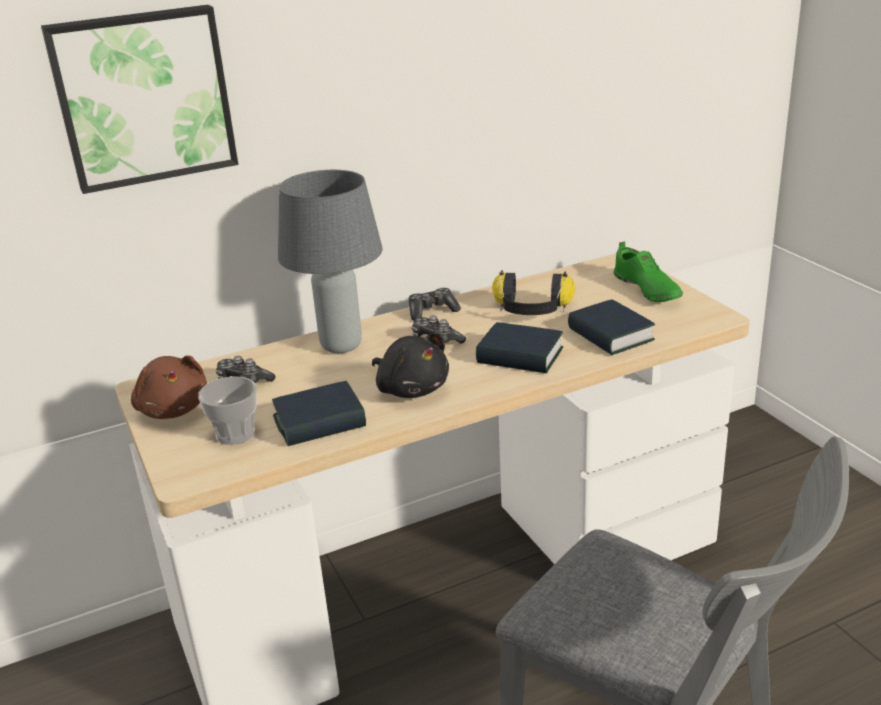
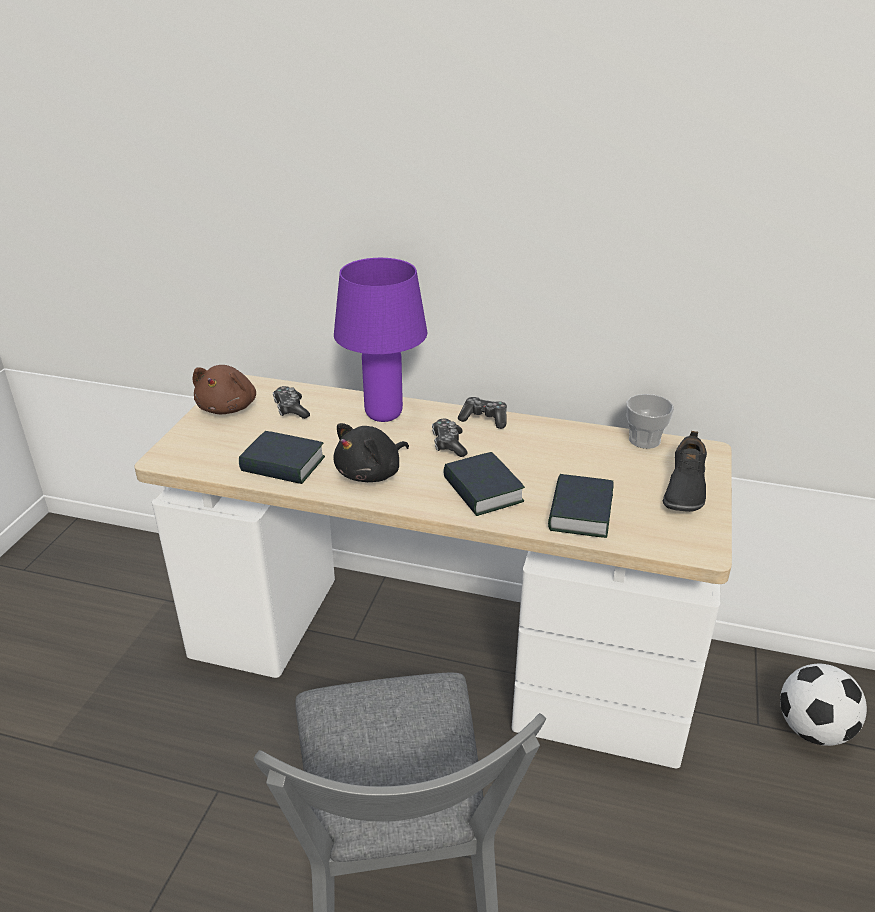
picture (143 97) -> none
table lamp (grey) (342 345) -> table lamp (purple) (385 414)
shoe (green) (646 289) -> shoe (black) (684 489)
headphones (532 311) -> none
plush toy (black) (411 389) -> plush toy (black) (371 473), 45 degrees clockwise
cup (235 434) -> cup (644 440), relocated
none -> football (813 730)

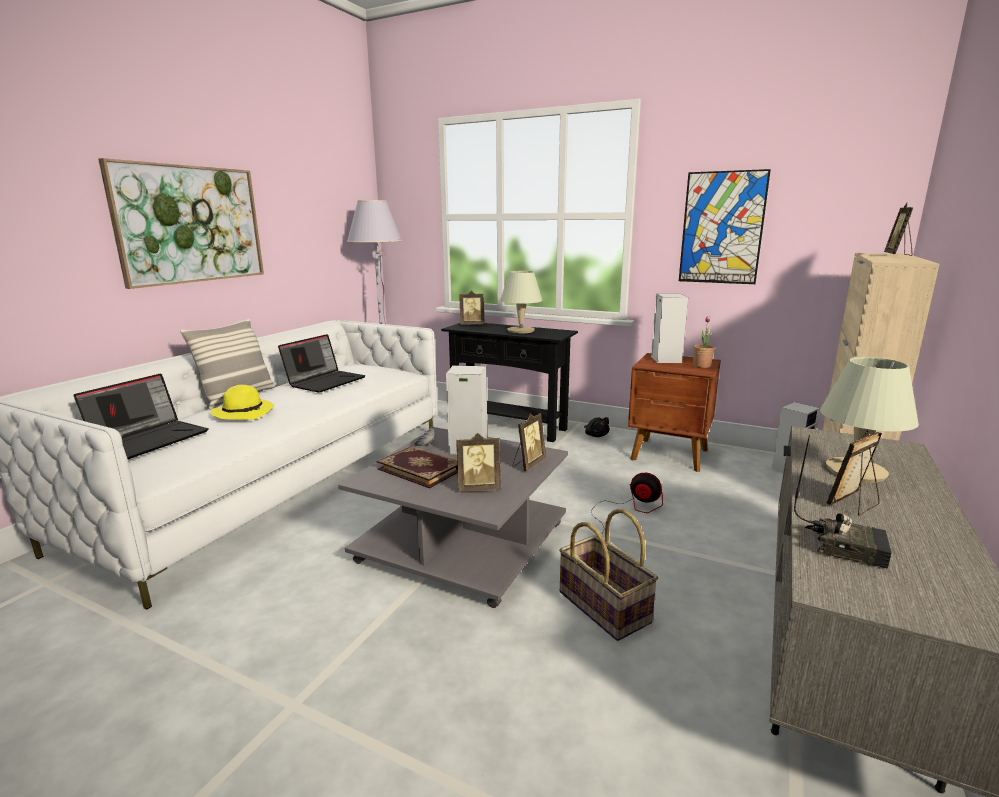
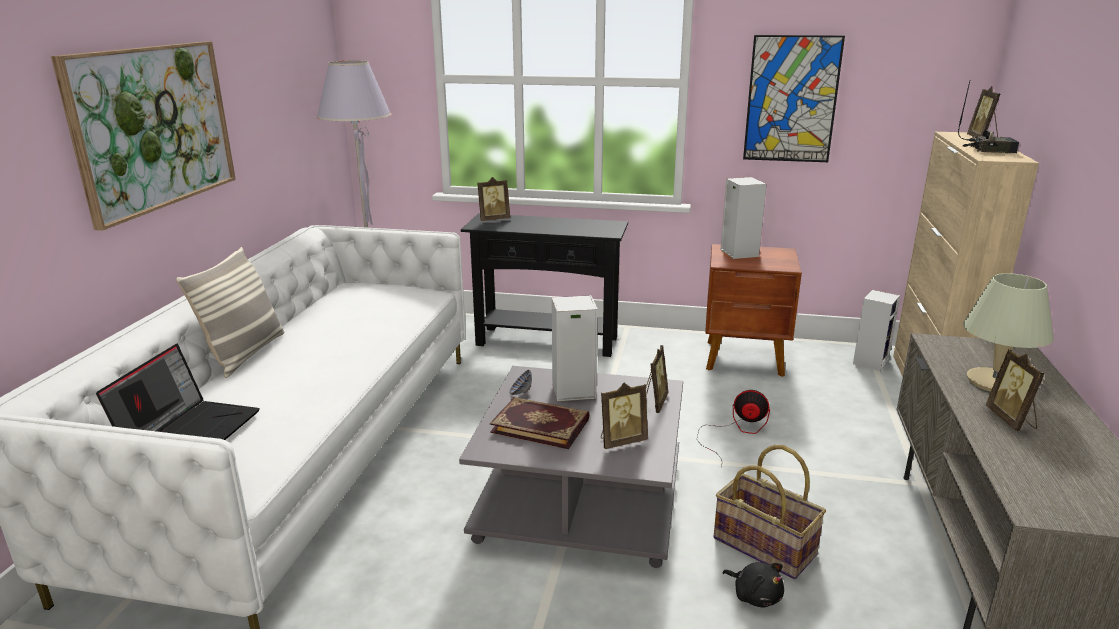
table lamp (beige) (520 330) -> none
potted plant (702 366) -> none
laptop (325 381) -> none
hat (yellow) (244 413) -> none
plush toy (black) (596 435) -> plush toy (black) (755 595), relocated
picture frame (854 505) -> picture frame (1011 420), 45 degrees counterclockwise
radio (846 547) -> radio (989 150), relocated

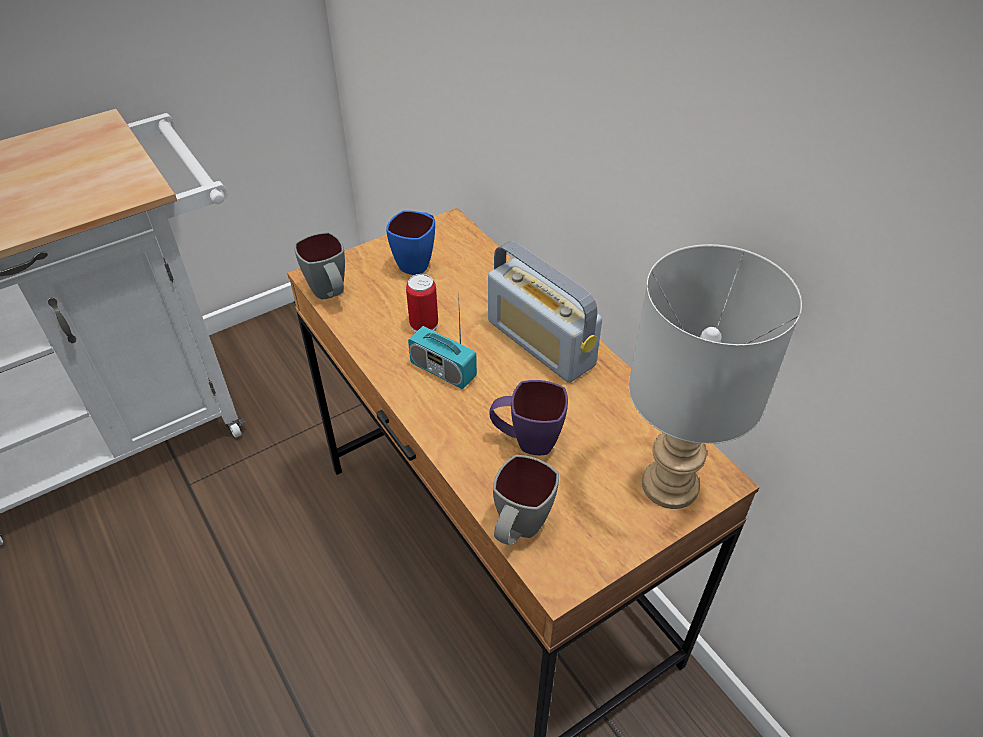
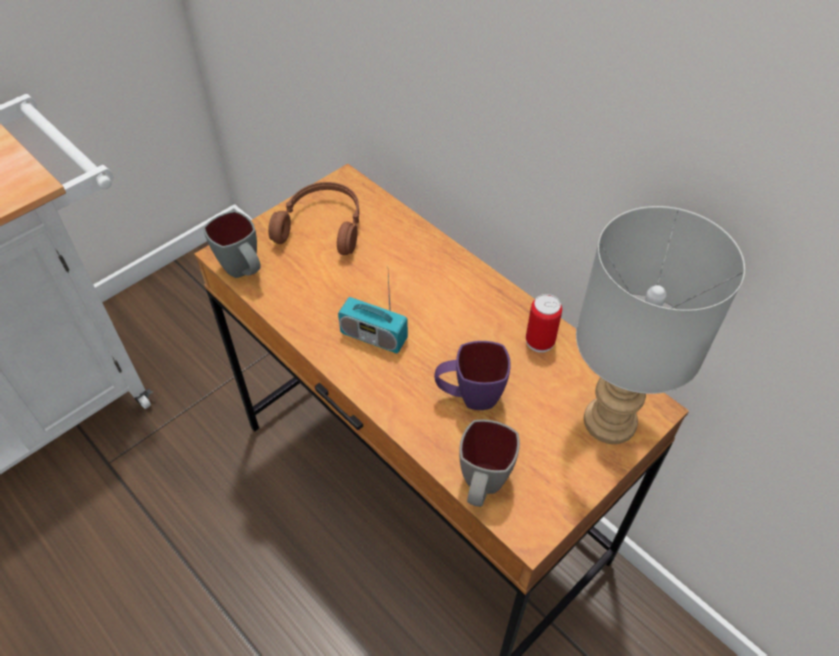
mug (blue) (418 262) -> headphones (brown) (323 226)
radio (540 343) -> none
can (424 325) -> can (540 341), relocated

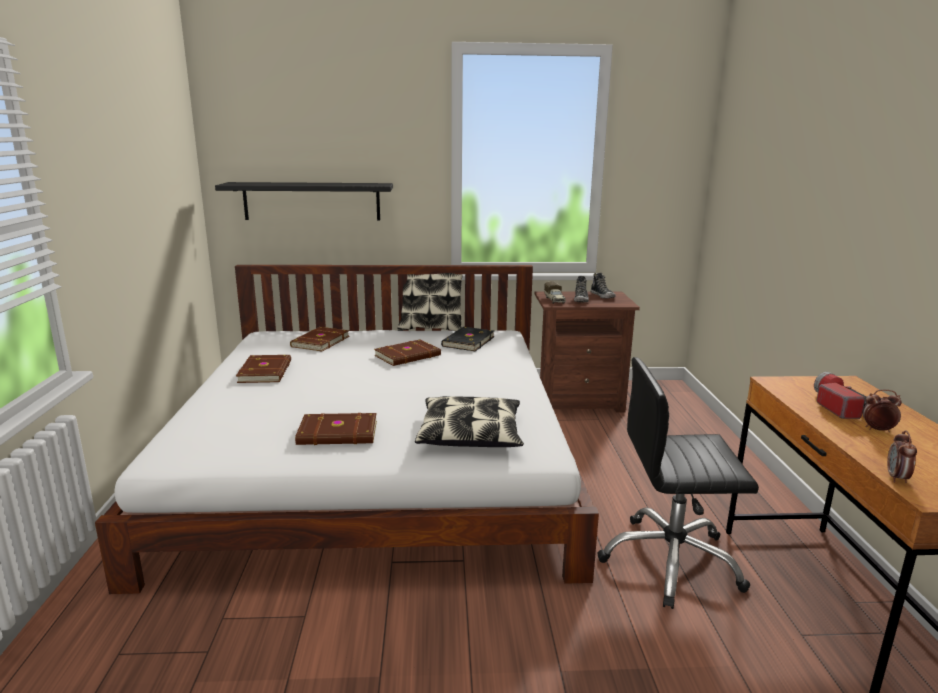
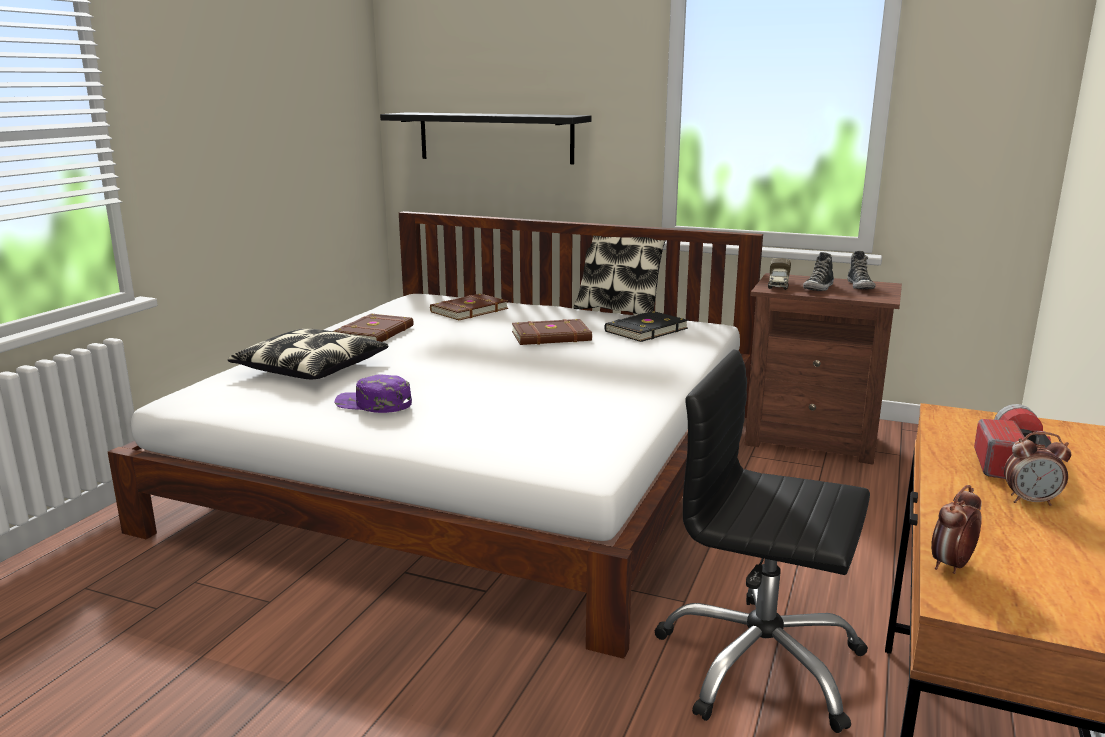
alarm clock (877 430) -> alarm clock (1030 501), 150 degrees clockwise
pillow (470 434) -> pillow (312 369), relocated
book (brown) (338 434) -> cap (purple) (373 404)

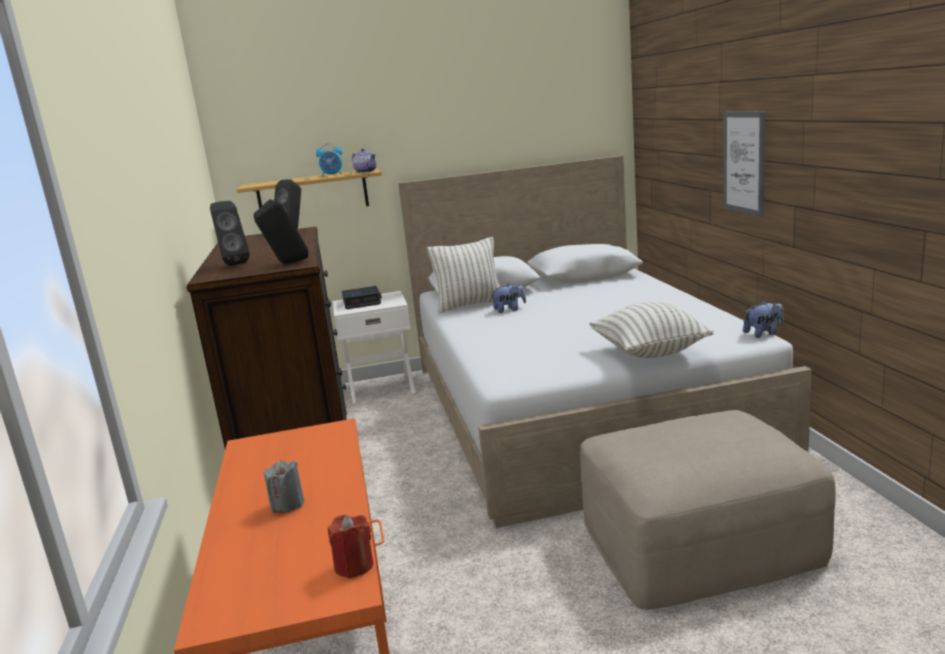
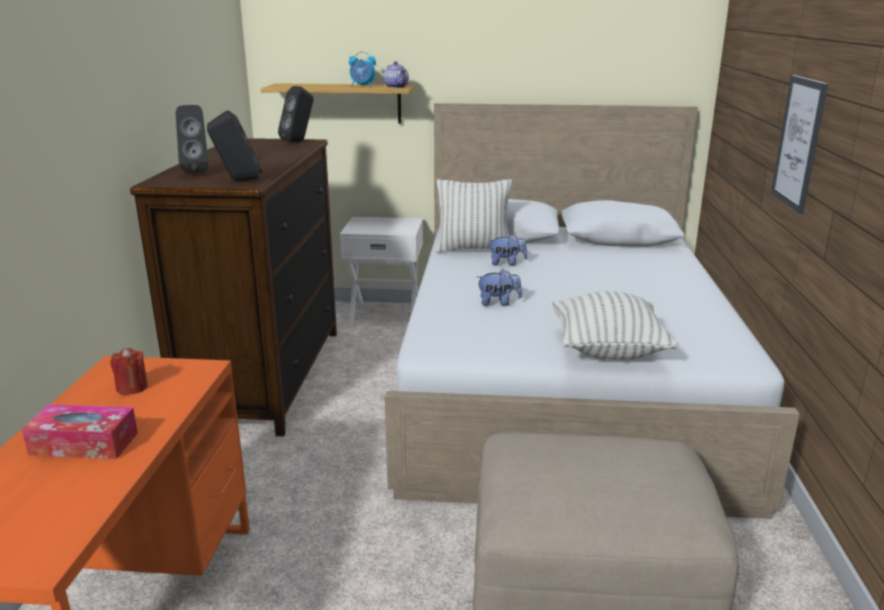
alarm clock (362 302) -> none
plush toy (763 333) -> plush toy (498 303), relocated
candle (grey) (287 505) -> tissue box (84 444)
candle (red) (354 566) -> candle (red) (132 387), relocated

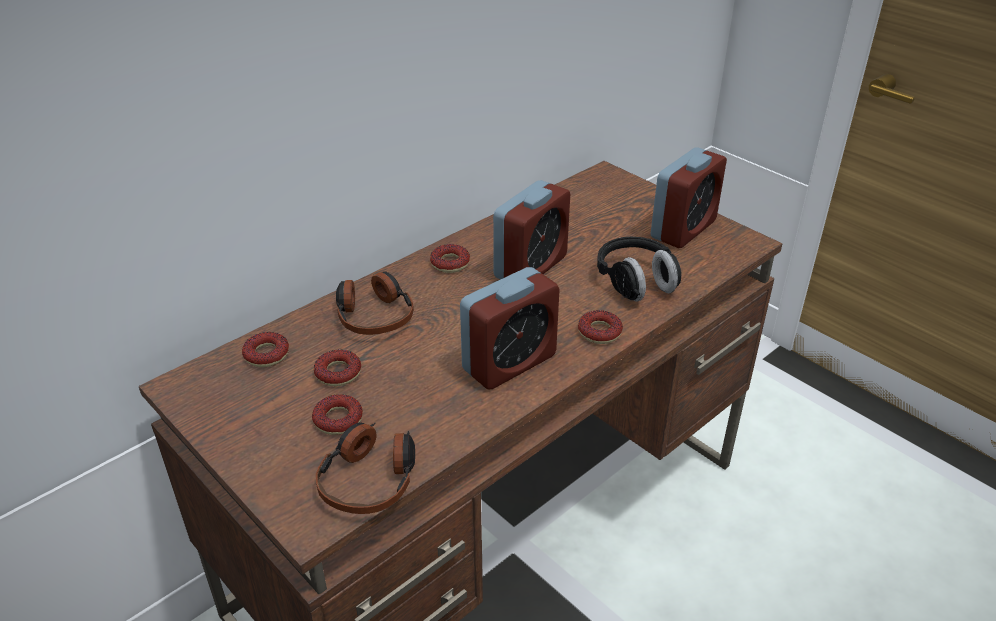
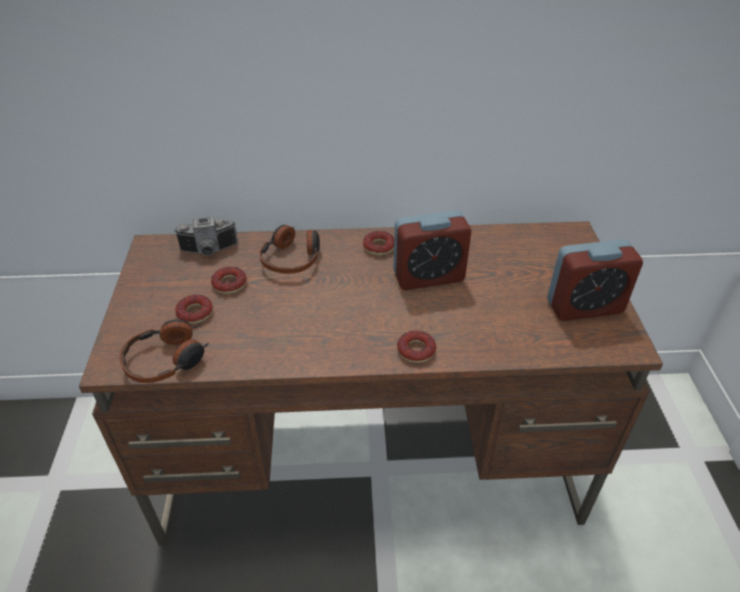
headphones (black) (636 282) -> none
alarm clock (509 363) -> none
donut (267 355) -> photo camera (209 251)

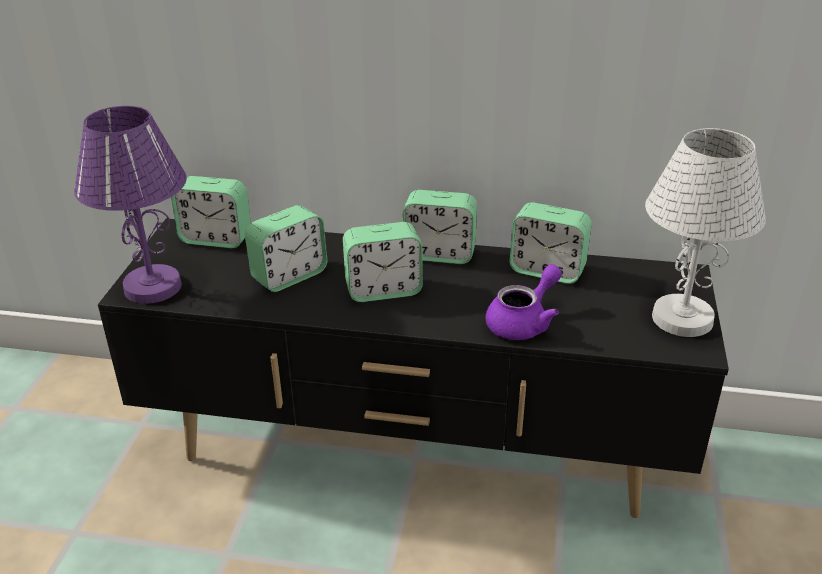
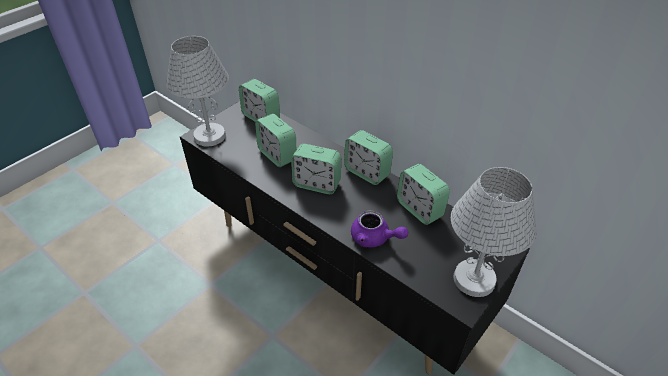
table lamp (purple) (153 287) -> table lamp (white) (210 136)
alarm clock (289 276) -> alarm clock (277 155), 60 degrees clockwise
teapot (purple) (524 322) -> teapot (purple) (374 238), 45 degrees clockwise

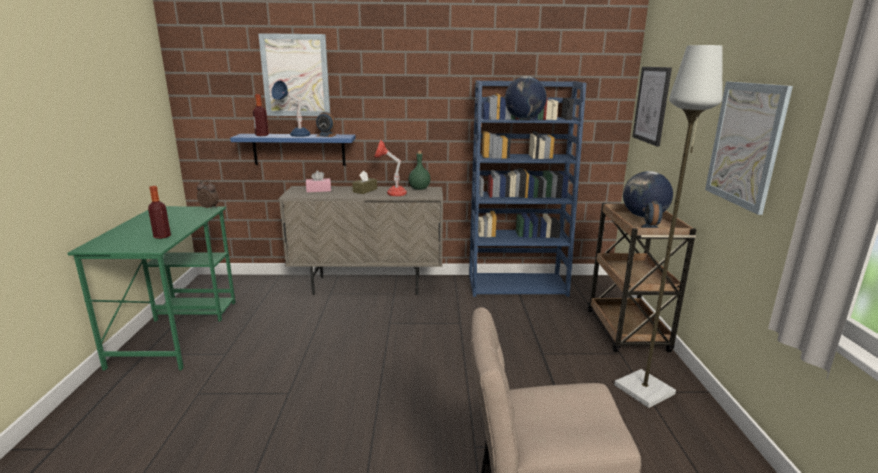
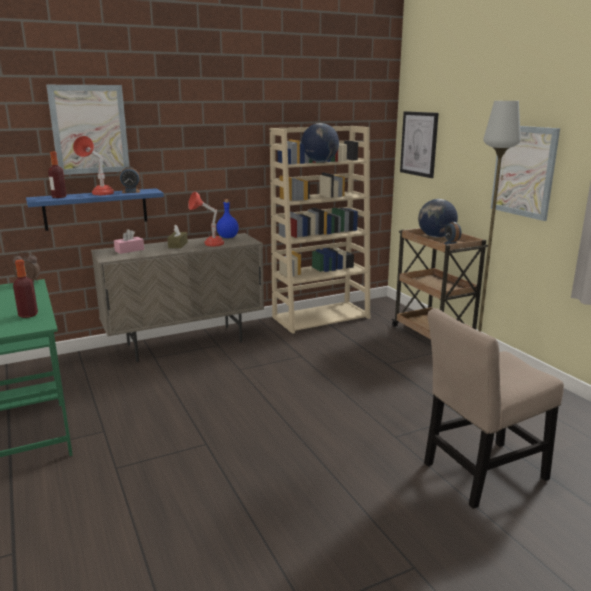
bookcase (blue) (518 285) -> bookcase (beige) (321 317)
table lamp (blue) (295 136) -> table lamp (red) (98 195)
bottle (green) (419 189) -> bottle (blue) (228 237)

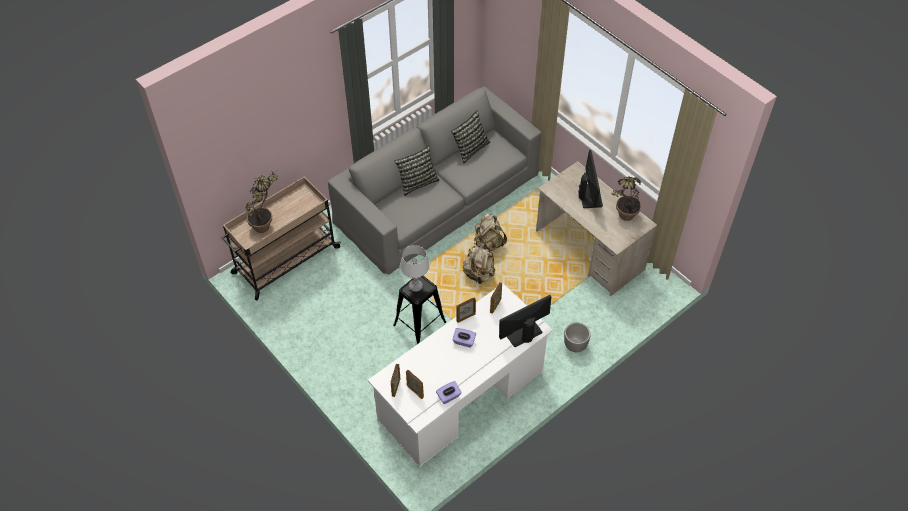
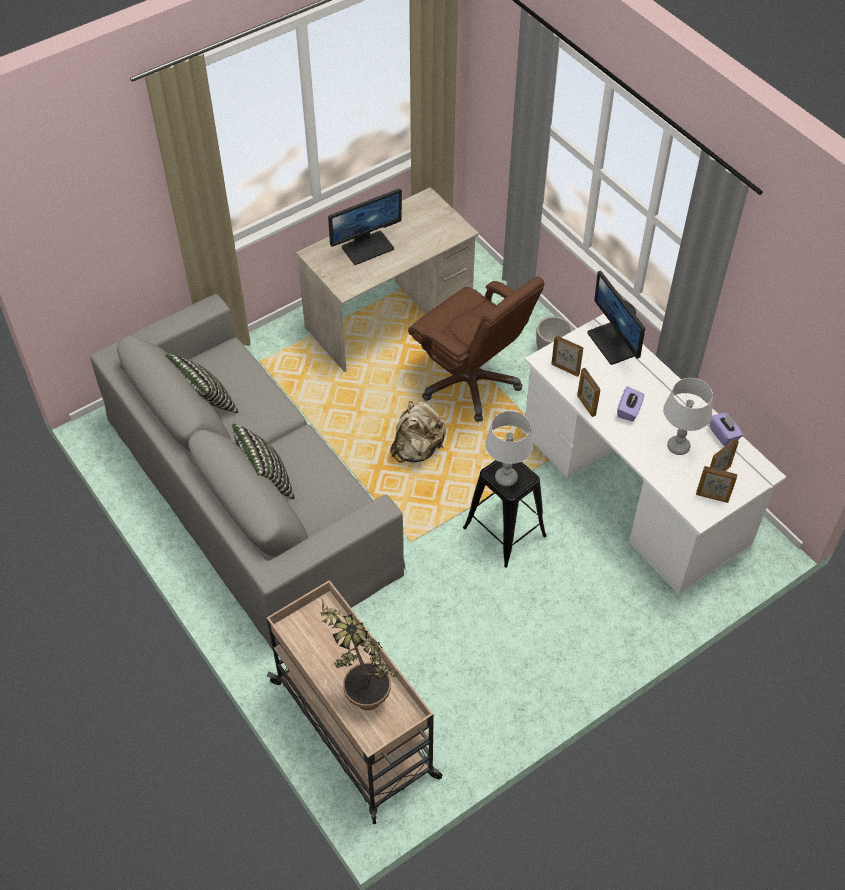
monitor (589 196) -> monitor (367 247), 150 degrees clockwise
potted plant (622 218) -> none
backpack (beige) (488 243) -> none
none -> office chair (brown) (471 382)
none -> table lamp (grey) (678 447)

